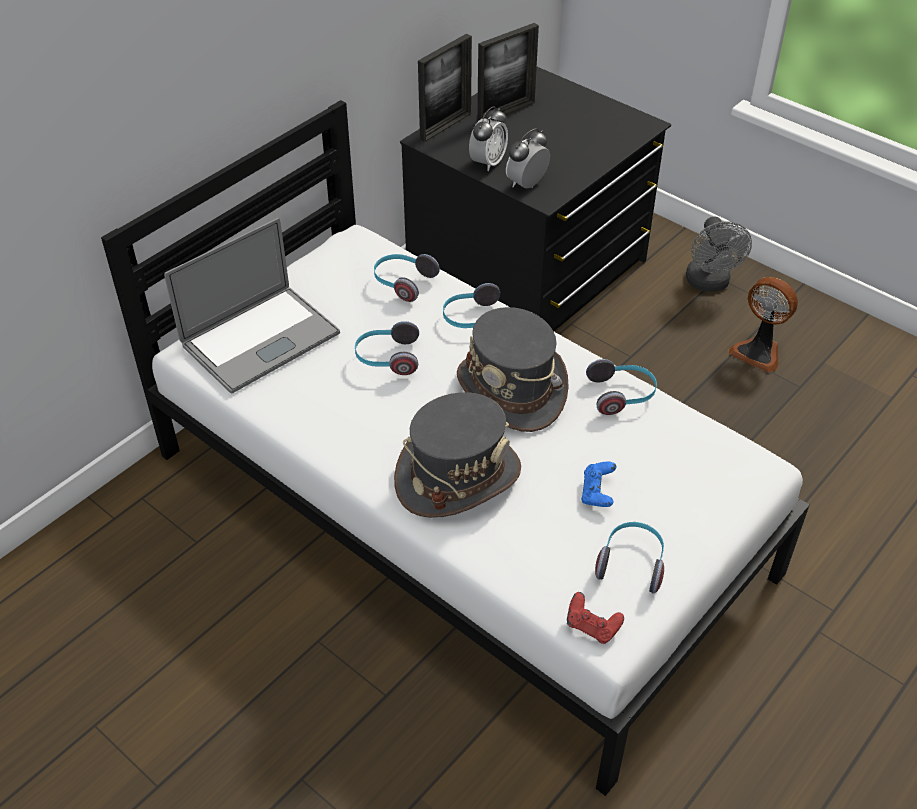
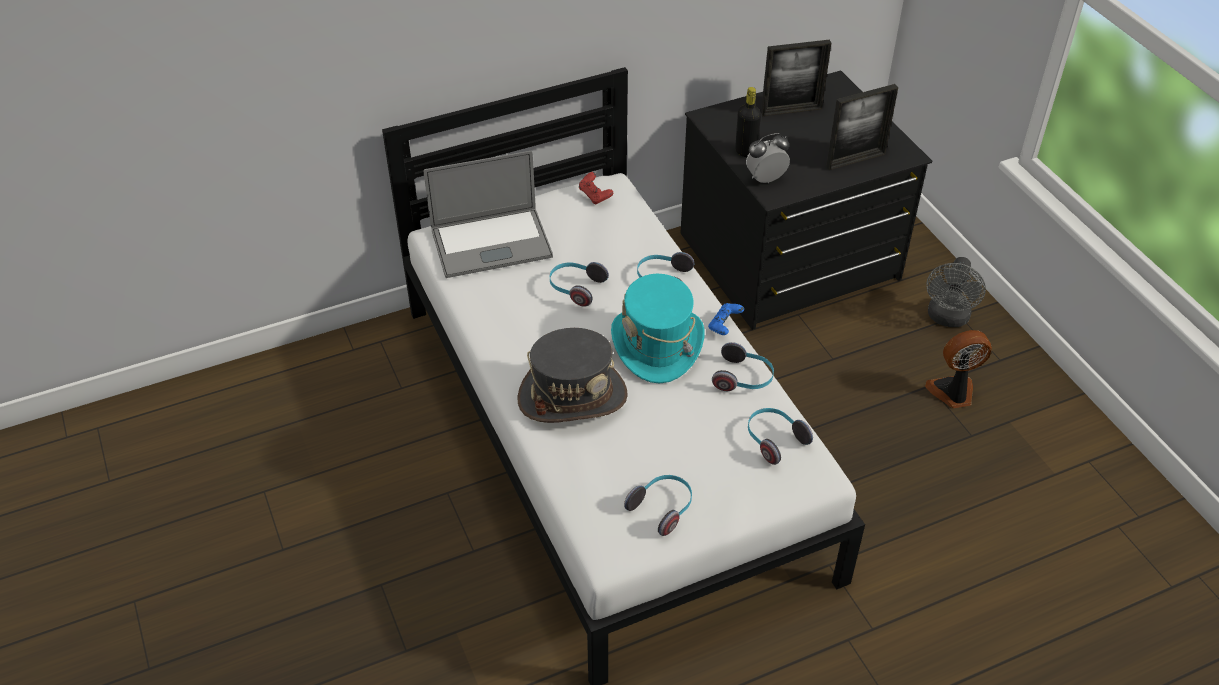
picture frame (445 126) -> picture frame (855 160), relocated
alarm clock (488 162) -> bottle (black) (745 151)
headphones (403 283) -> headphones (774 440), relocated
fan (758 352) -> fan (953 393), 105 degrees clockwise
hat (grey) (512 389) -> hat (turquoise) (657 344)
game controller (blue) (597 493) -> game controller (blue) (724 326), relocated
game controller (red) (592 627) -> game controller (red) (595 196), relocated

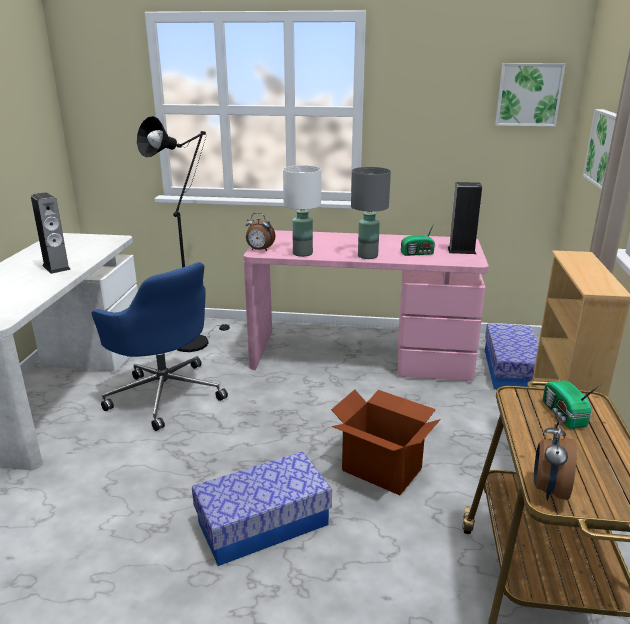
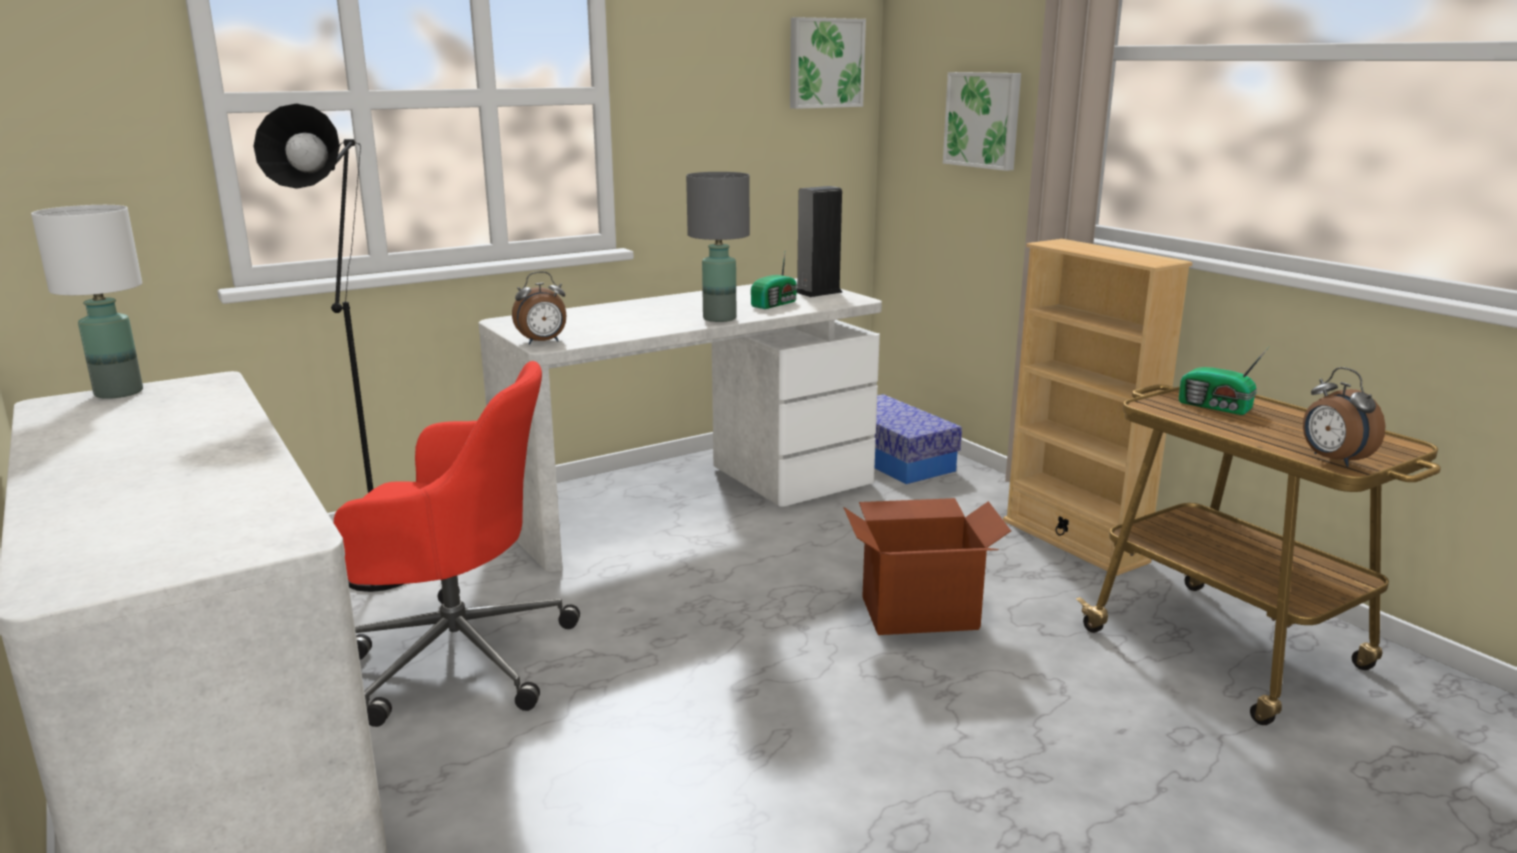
table lamp (white) (302 254) -> table lamp (white) (118 393), relocated
speaker (56 267) -> none
desk (pink) (361 355) -> desk (white) (691 500)
office chair (blue) (165 393) -> office chair (red) (455 657)
storage box (263 523) -> none

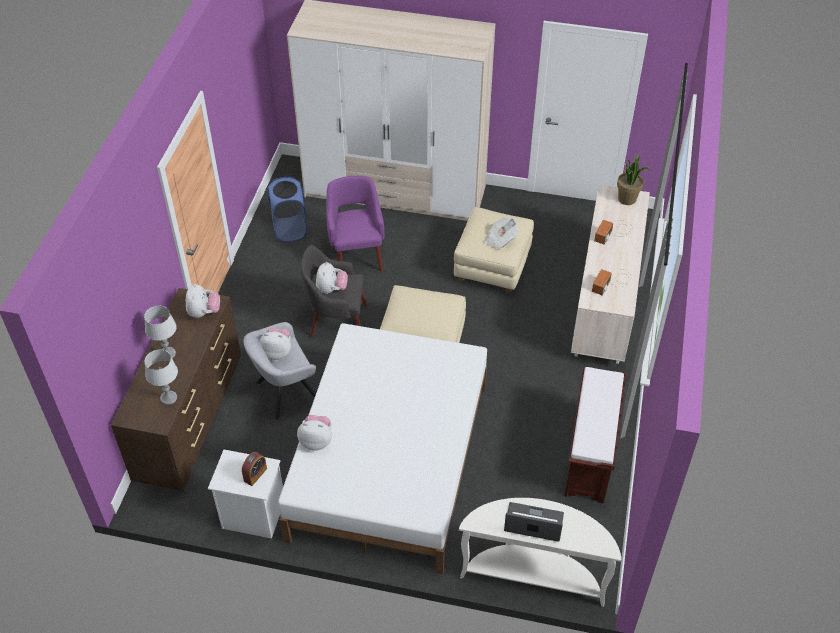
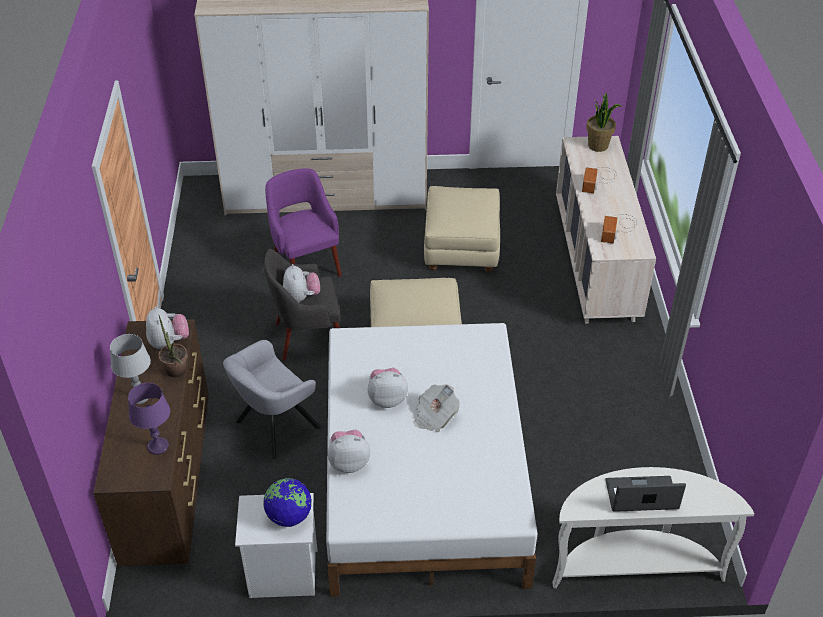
laundry basket (blue) (289 229) -> none
newspaper (500 240) -> newspaper (434 416), relocated
plush toy (277 352) -> plush toy (387 399), relocated
table lamp (grey) (169 398) -> table lamp (purple) (158 446)
bench (brown) (590 456) -> none
alarm clock (255 474) -> globe (289 516)
none -> potted plant (177 373)

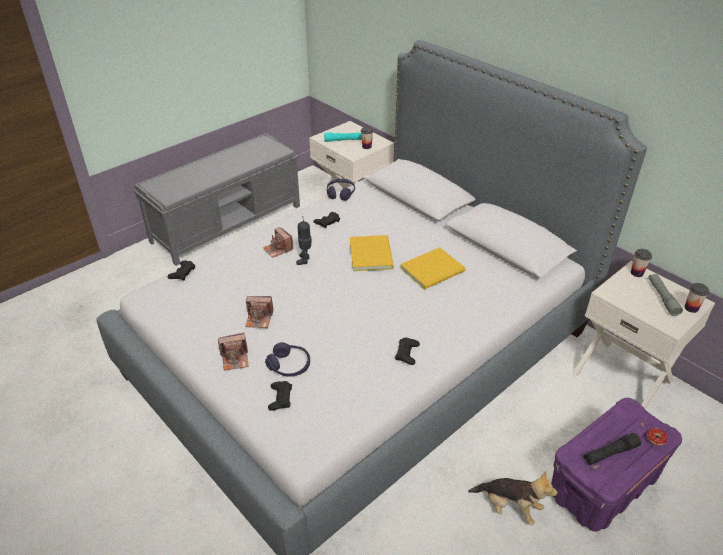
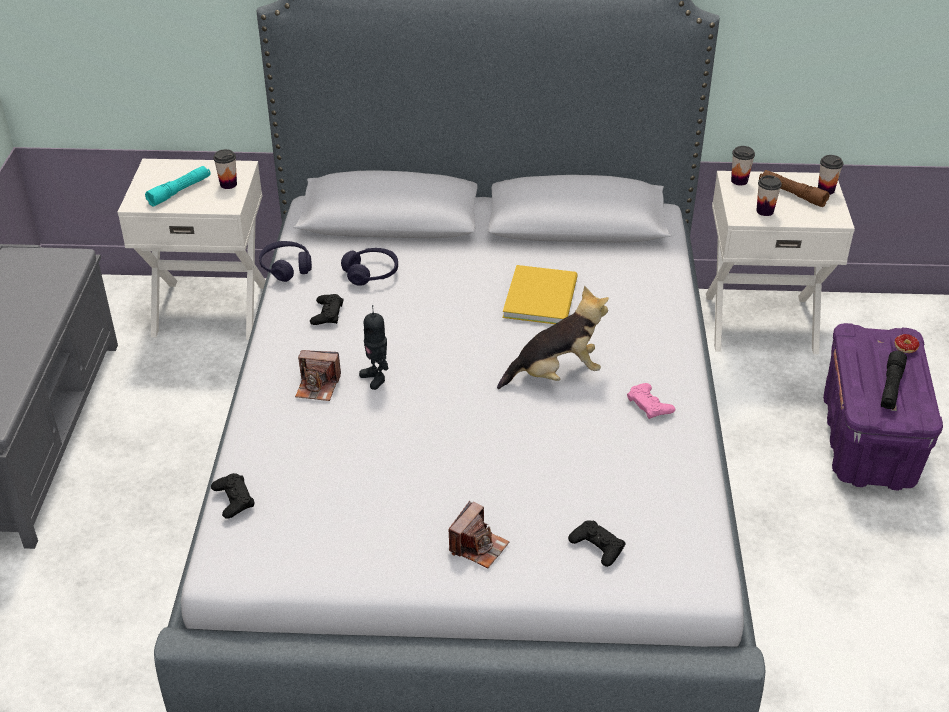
book (yellow) (372 253) -> none
flashlight (grey) (662 298) -> flashlight (brown) (792 194)
photo camera (259 319) -> none
game controller (black) (407 353) -> game controller (pink) (649 405)
headphones (purple) (289 365) -> headphones (purple) (371 273), relocated
plush toy (509 507) -> plush toy (556 374), relocated
none -> cup (765 211)

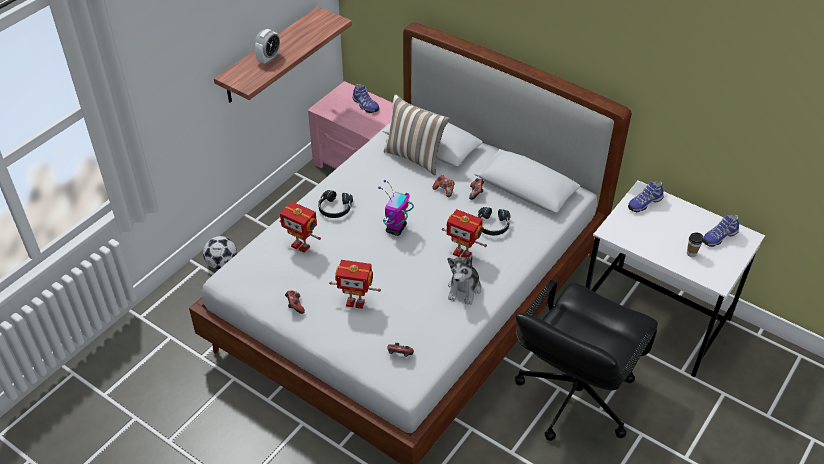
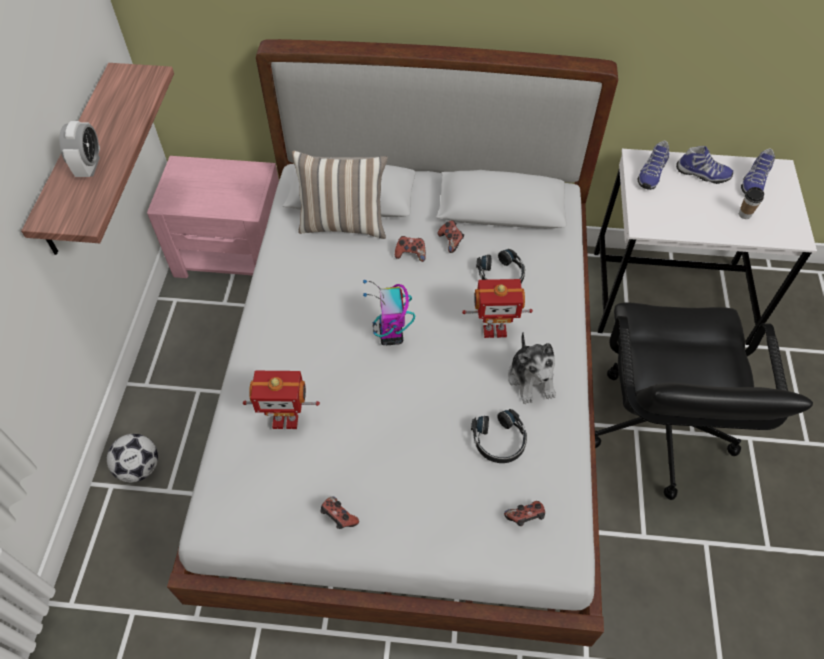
shoe (365 105) -> shoe (702 174), relocated
headphones (black) (335 208) -> headphones (black) (499 441), relocated
toy robot (355 302) -> none

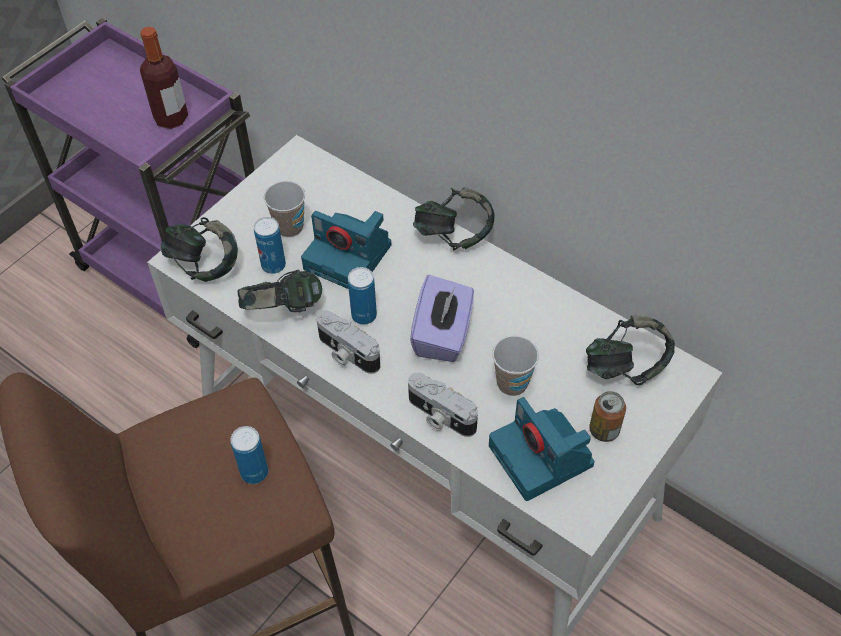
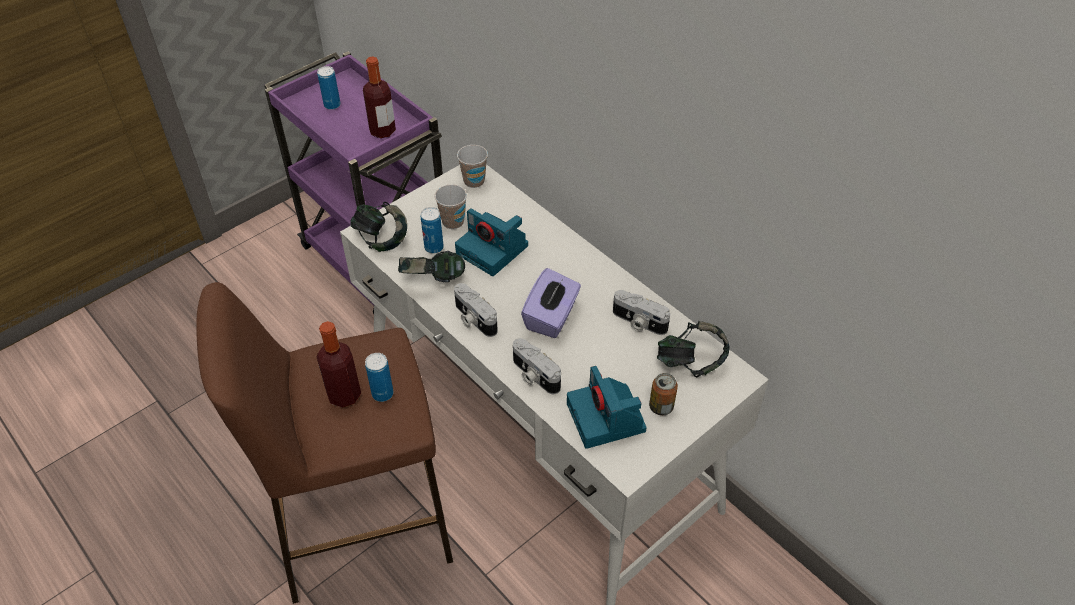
headphones (453 235) -> none
can (364 315) -> can (332 105), relocated
cup (512 383) -> cup (474 181), relocated
none -> photo camera (638 322)
none -> bottle (344 395)

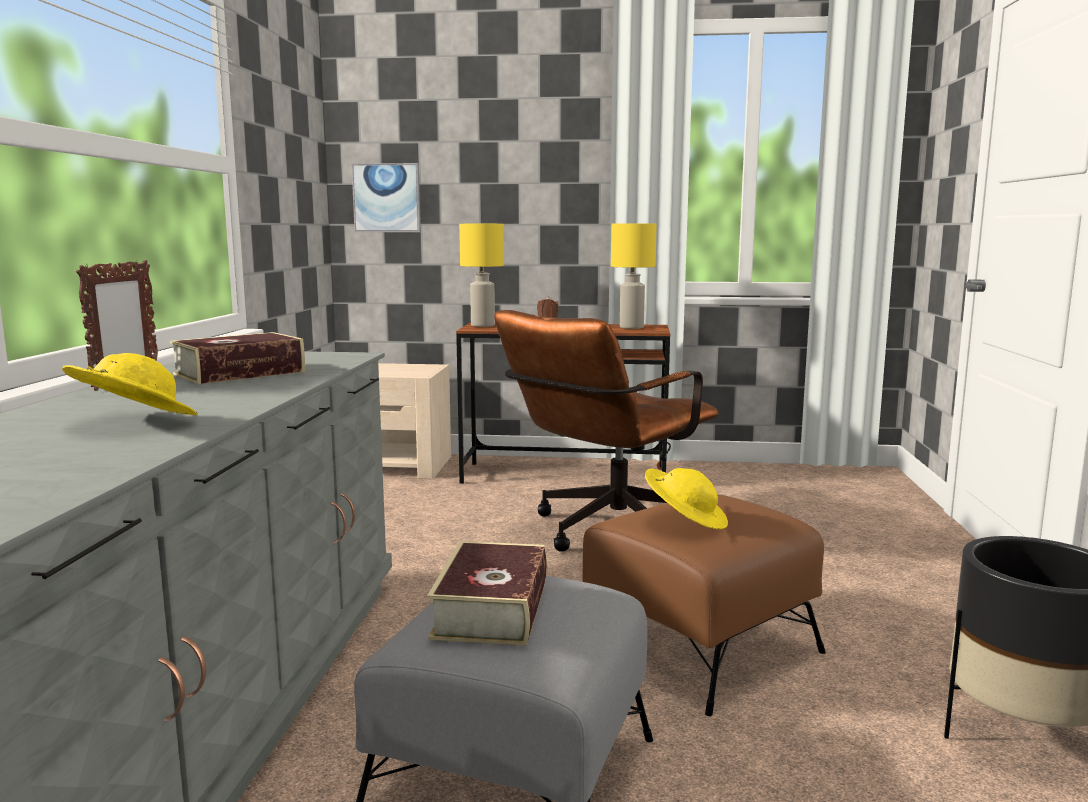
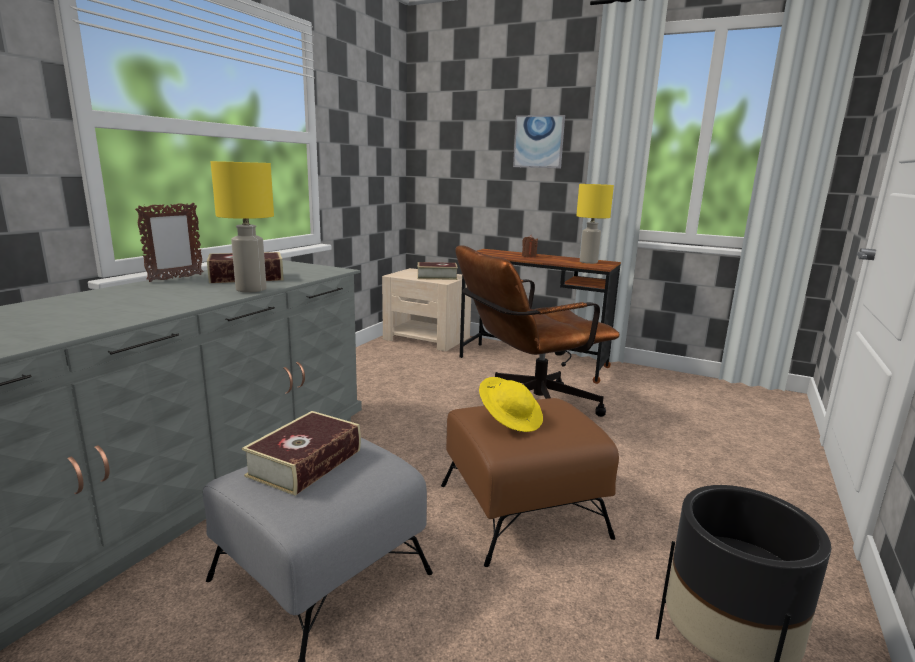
picture (387 198) -> picture (538 142), relocated
table lamp (yellow) (483 325) -> table lamp (yellow) (252 289), relocated
hat (yellow) (134 423) -> none
none -> book (437 276)

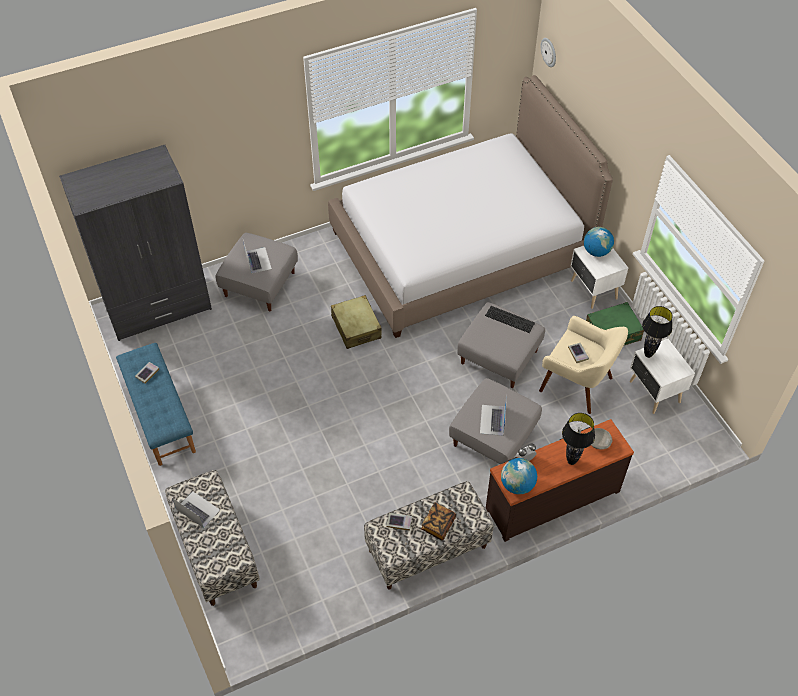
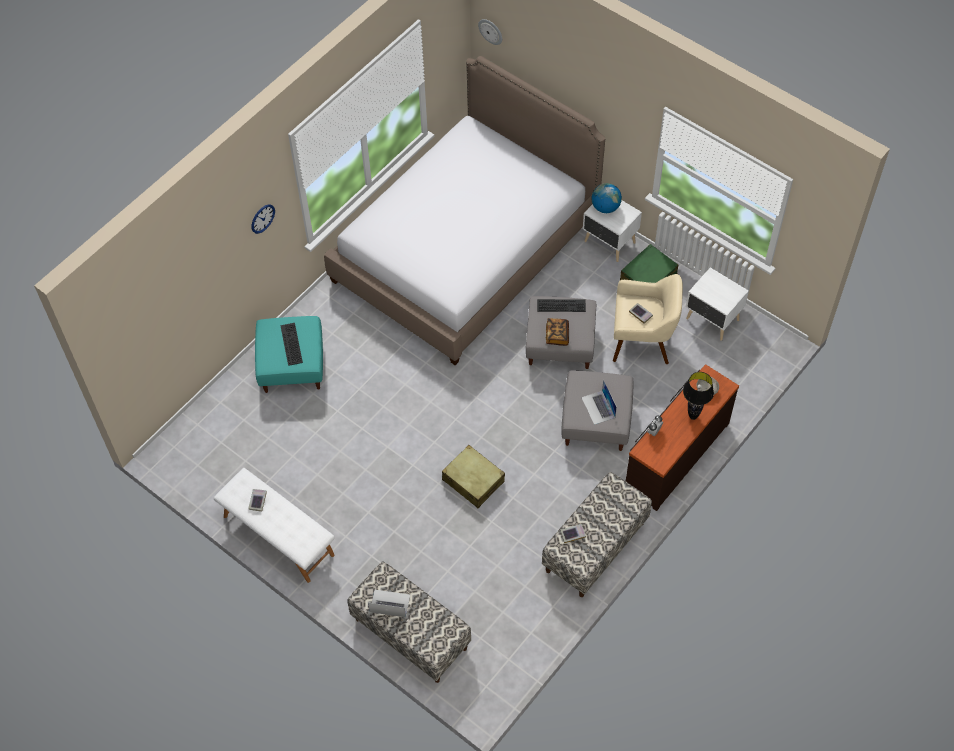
wardrobe (grey) (158 307) -> none
ottoman (grey) (259 284) -> ottoman (turquoise) (291 365)
laptop (258 260) -> keyboard (290 343)
suitcase (beige) (356 327) -> suitcase (beige) (473 481), relocated
table lamp (black) (648 354) -> none
bench (blue) (160 415) -> bench (white) (278 536)
globe (517 485) -> none
book (438 525) -> book (557 335), relocated
none -> wall clock (262 218)

